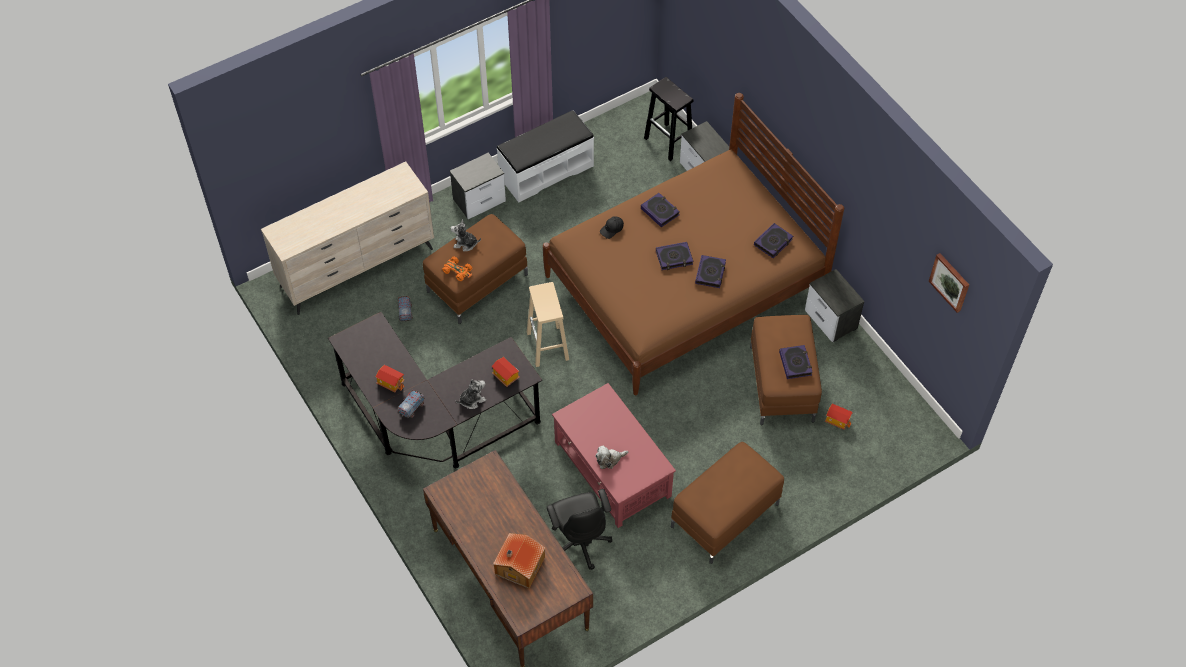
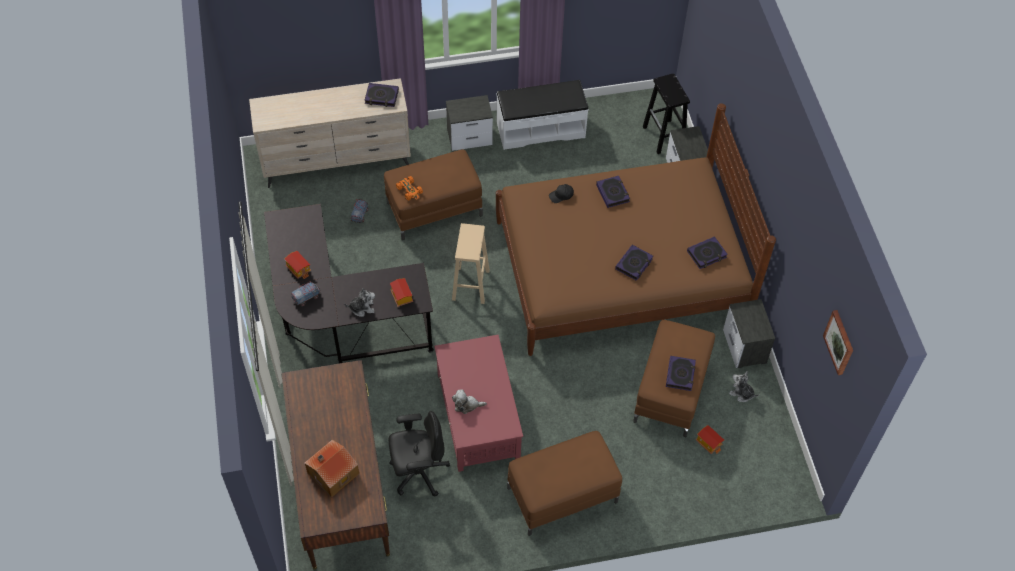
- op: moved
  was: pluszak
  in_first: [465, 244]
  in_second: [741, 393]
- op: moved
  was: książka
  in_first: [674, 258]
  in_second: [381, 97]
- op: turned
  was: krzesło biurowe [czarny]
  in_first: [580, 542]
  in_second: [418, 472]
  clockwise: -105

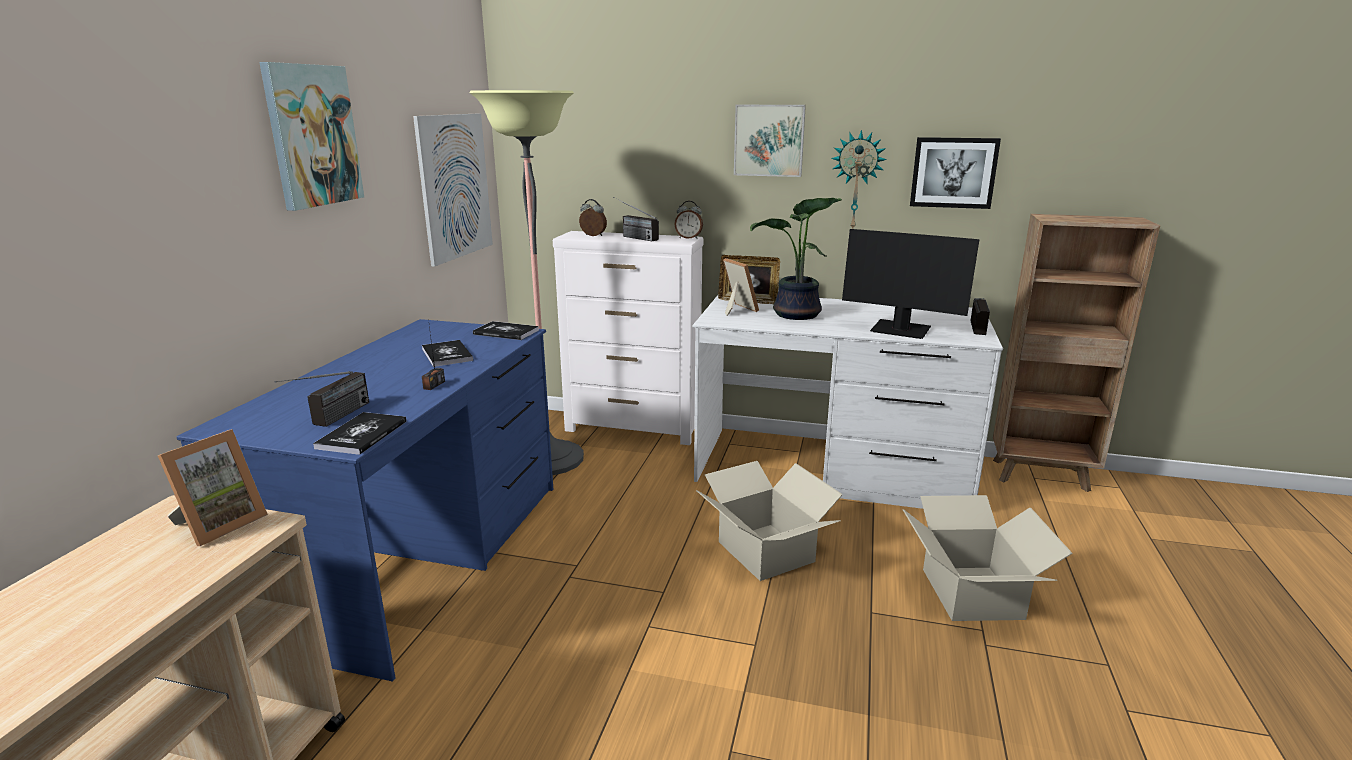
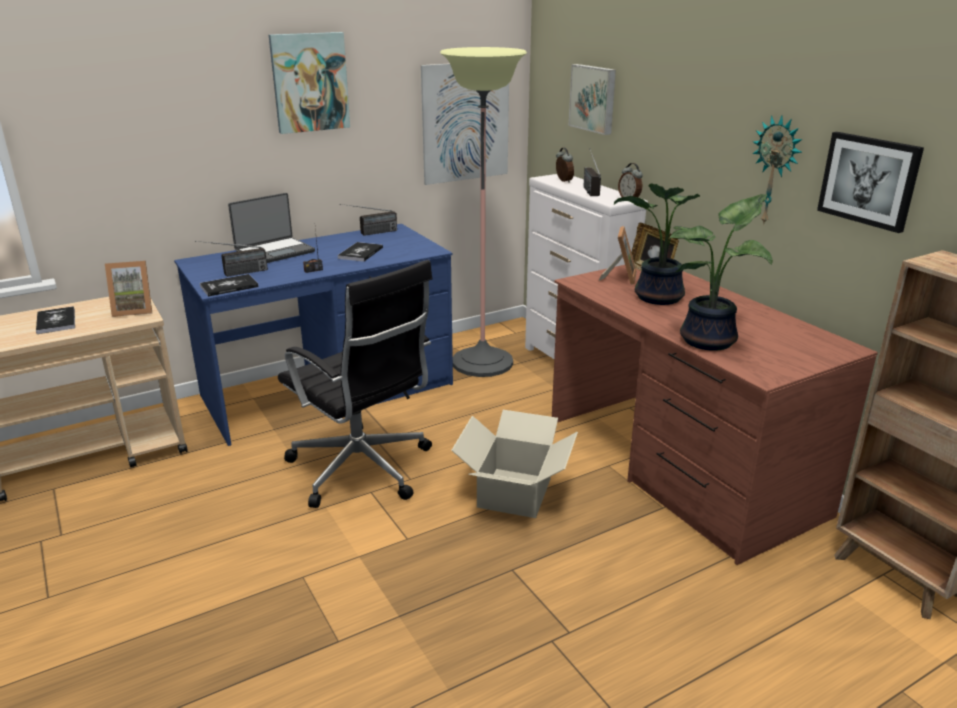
- op: moved
  was: obraz
  in_first: [769, 140]
  in_second: [594, 98]
- op: replaced
  was: monitor
  now: roślina doniczkowa
  in_first: [900, 330]
  in_second: [711, 341]
- op: recoloured
  was: biurko [biały]
  now: biurko [brązowy]
  in_first: [832, 469]
  in_second: [679, 466]
- op: moved
  was: radio
  in_first: [980, 331]
  in_second: [370, 233]
- op: moved
  was: książka
  in_first: [506, 332]
  in_second: [56, 321]
- op: removed
  was: karton
  in_first: [972, 593]
- op: added
  now: laptop
  in_second: [274, 252]
- op: added
  now: krzesło biurowe [czarny]
  in_second: [362, 470]

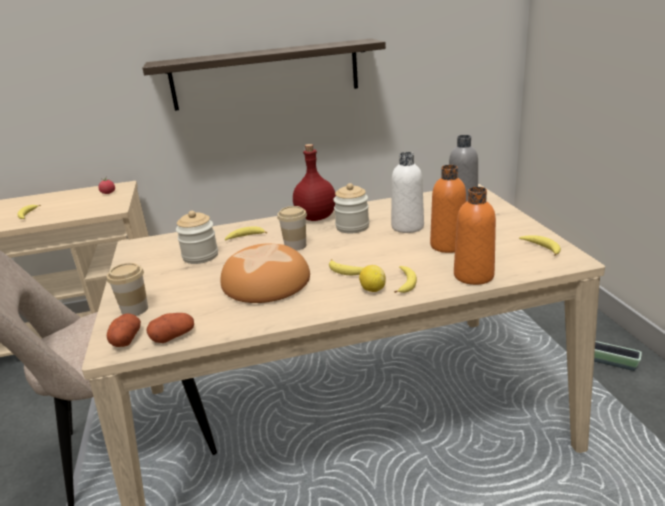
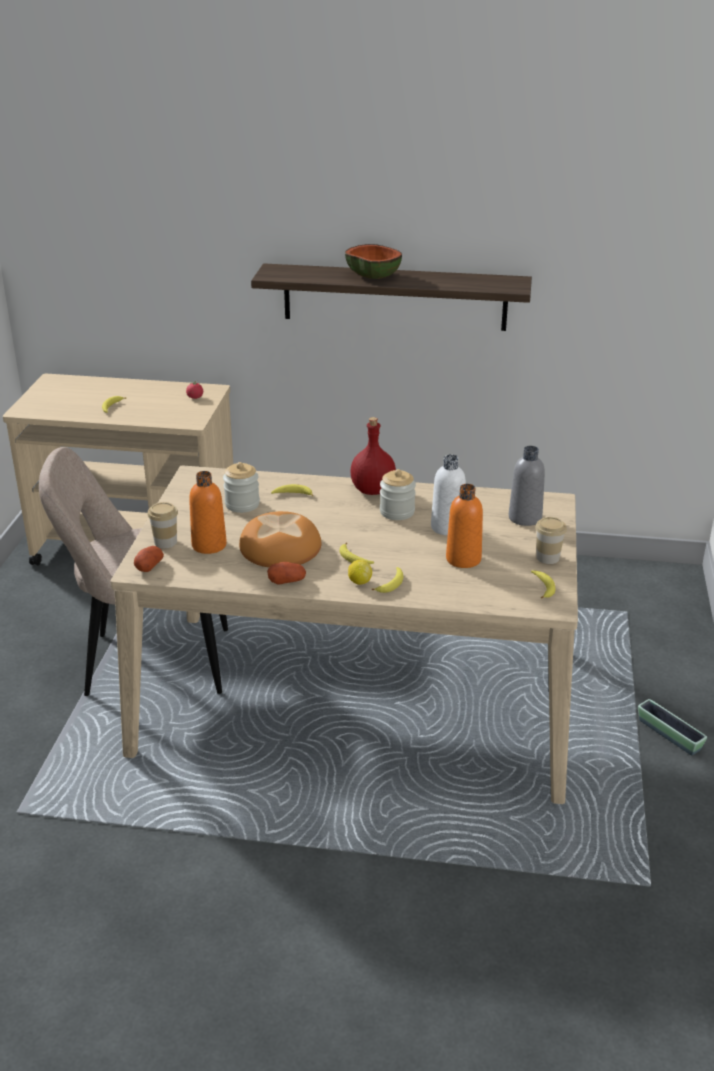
- op: moved
  was: butelka [pomarańczowy]
  in_first: [473, 275]
  in_second: [209, 545]
- op: moved
  was: filiżanka
  in_first: [295, 246]
  in_second: [547, 557]
- op: moved
  was: ziemniak
  in_first: [173, 336]
  in_second: [287, 581]
- op: added
  now: miska
  in_second: [372, 276]

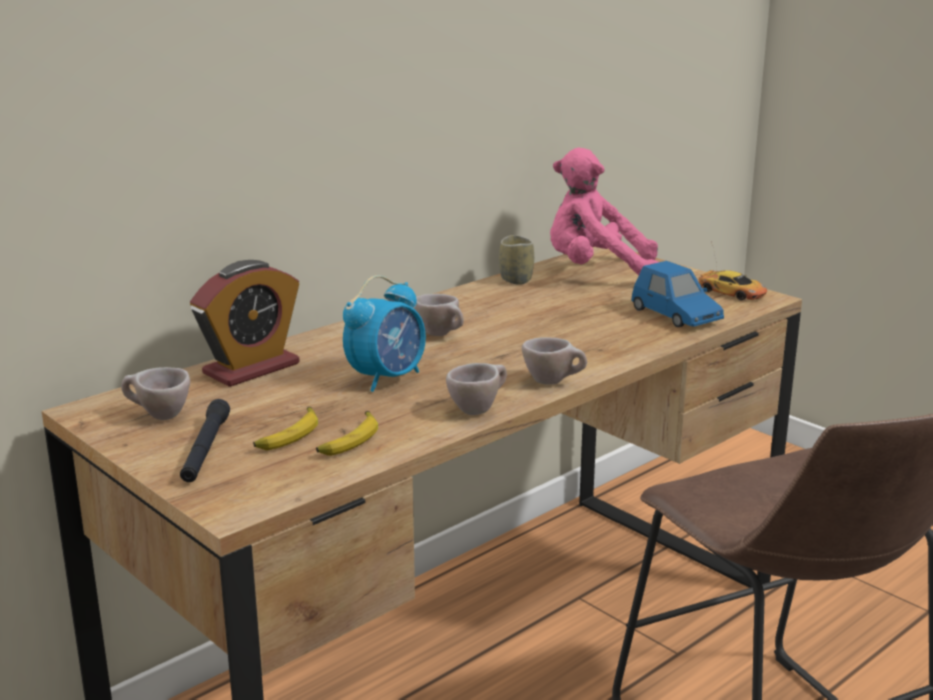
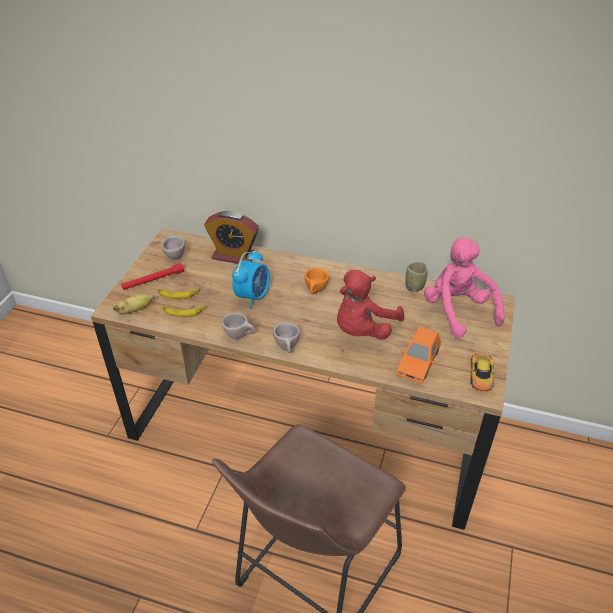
- op: recoloured
  was: samochodzik [niebieski]
  now: samochodzik [pomarańczowy]
  in_first: [675, 315]
  in_second: [418, 363]
- op: turned
  was: budzik
  in_first: [387, 378]
  in_second: [253, 296]
  clockwise: -75
- op: recoloured
  was: filiżanka [beżowy]
  now: filiżanka [pomarańczowy]
  in_first: [442, 335]
  in_second: [315, 292]
- op: recoloured
  was: latarka [czarny]
  now: latarka [czerwony]
  in_first: [205, 450]
  in_second: [153, 280]
- op: added
  now: pluszak [czerwony]
  in_second: [363, 329]
- op: added
  now: banan
  in_second: [135, 310]

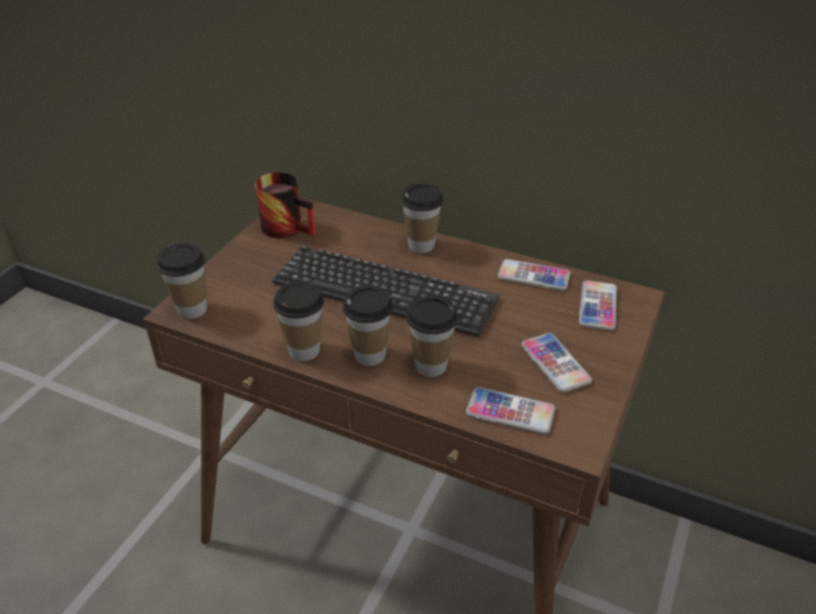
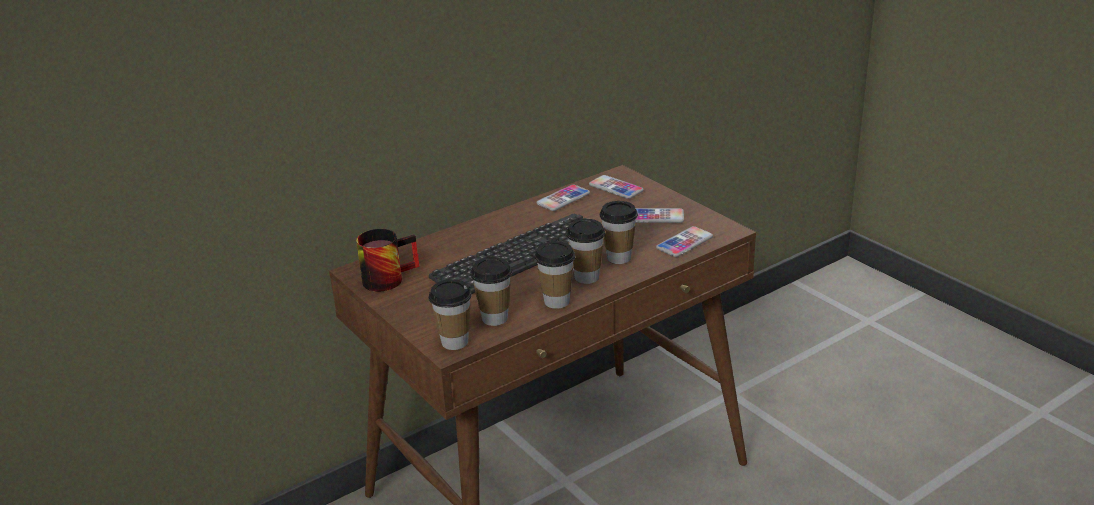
- op: moved
  was: filiżanka
  in_first: [421, 245]
  in_second: [494, 318]

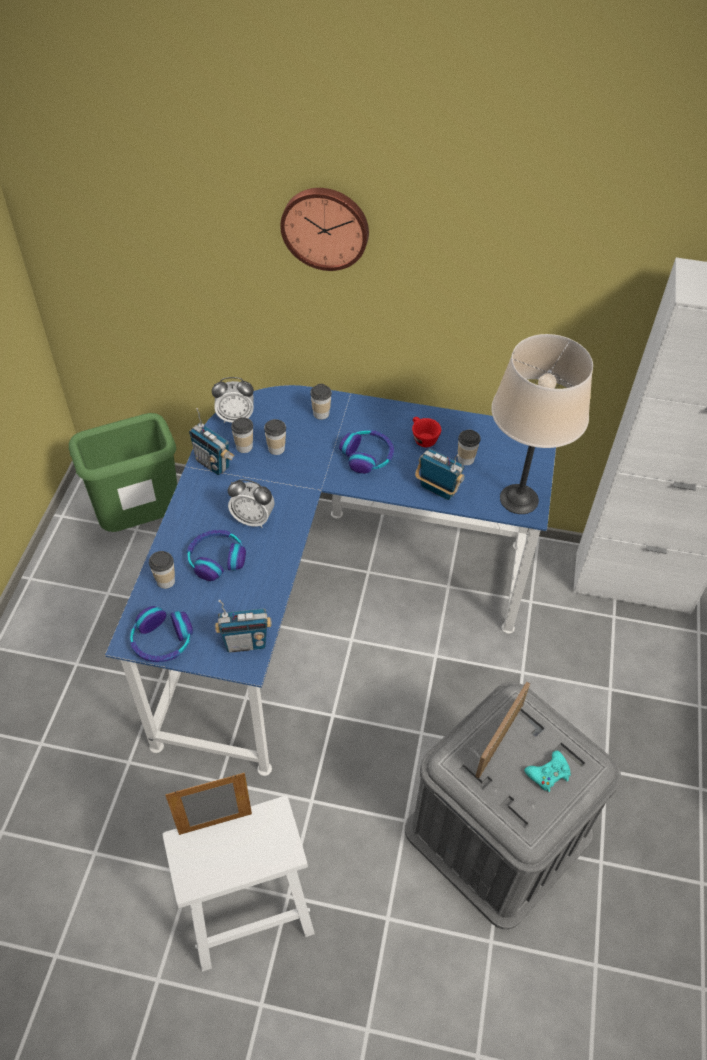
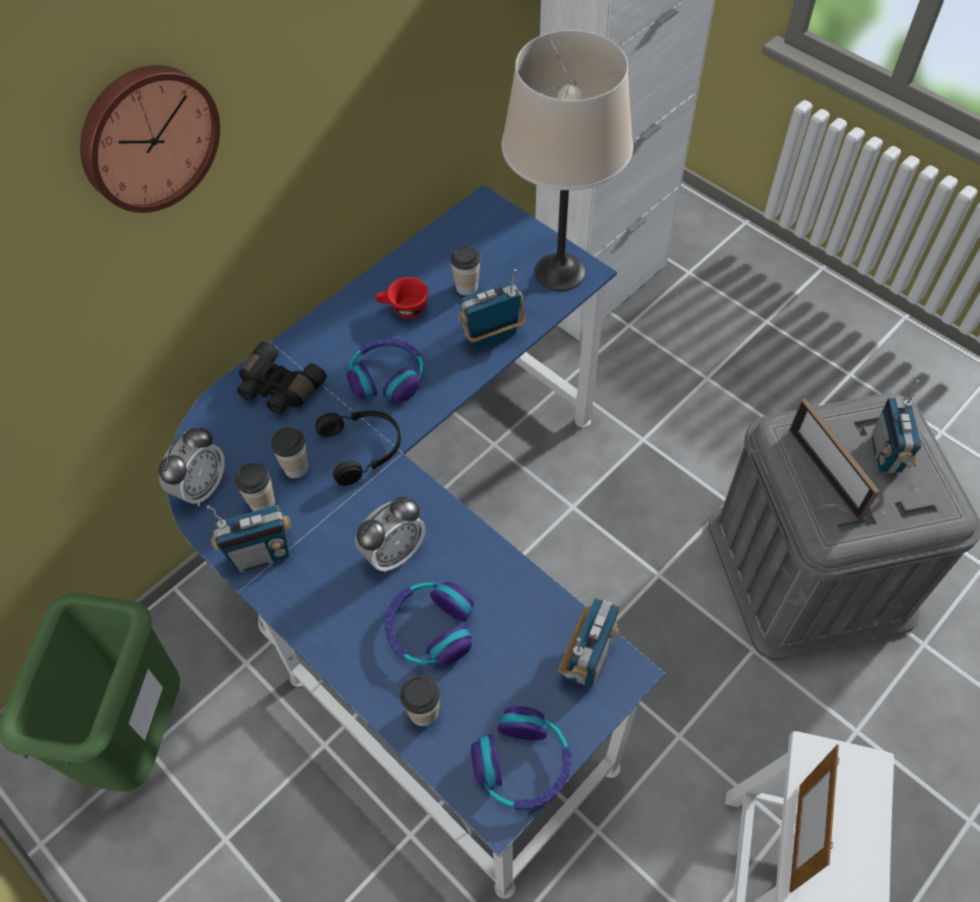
- op: replaced
  was: filiżanka
  now: lornetka [czarny]
  in_first: [321, 414]
  in_second: [278, 389]
- op: replaced
  was: pad do gier [turkusowy]
  now: radio
  in_first: [548, 774]
  in_second: [887, 454]
- op: added
  now: słuchawki [czarny]
  in_second: [363, 448]

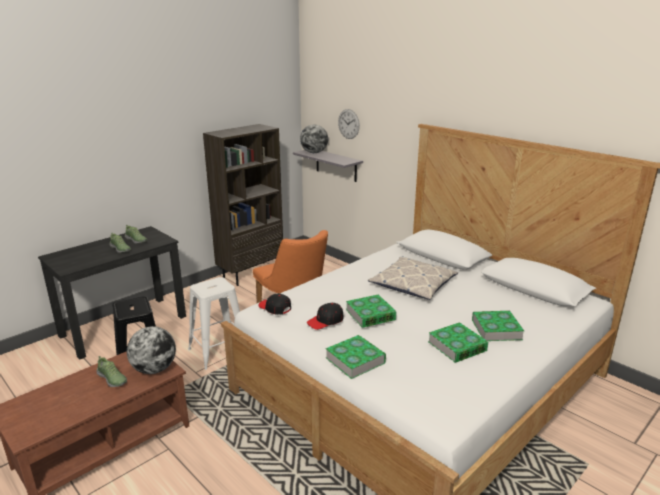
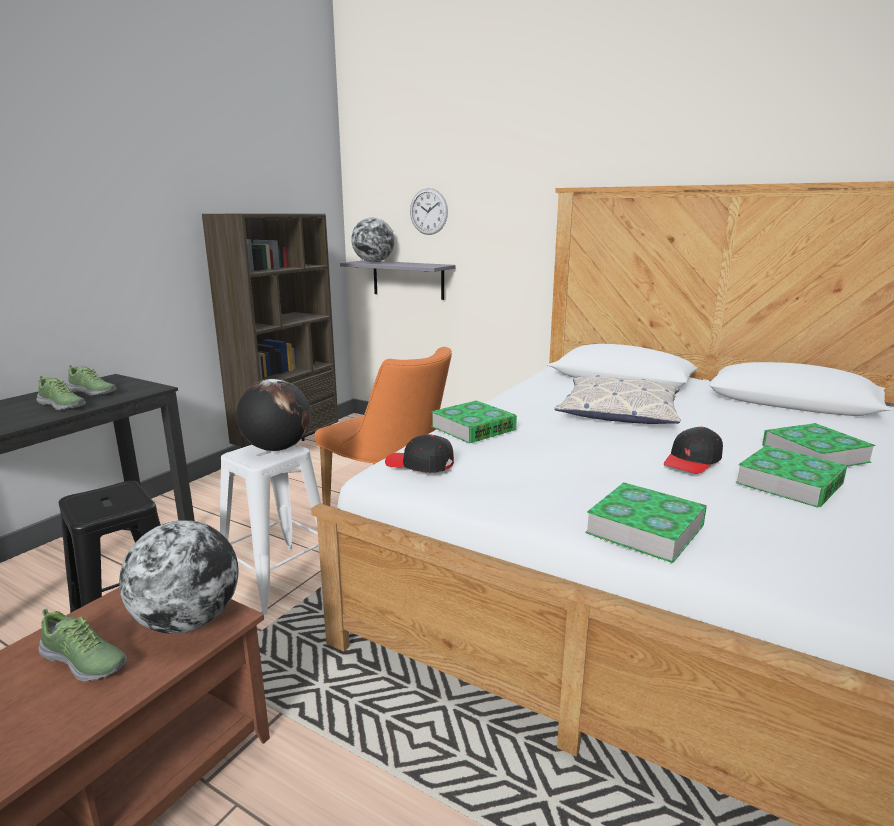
- op: moved
  was: książka
  in_first: [370, 315]
  in_second: [473, 428]
- op: moved
  was: czapka z daszkiem [czarny]
  in_first: [325, 321]
  in_second: [692, 461]
- op: added
  now: globus
  in_second: [276, 448]

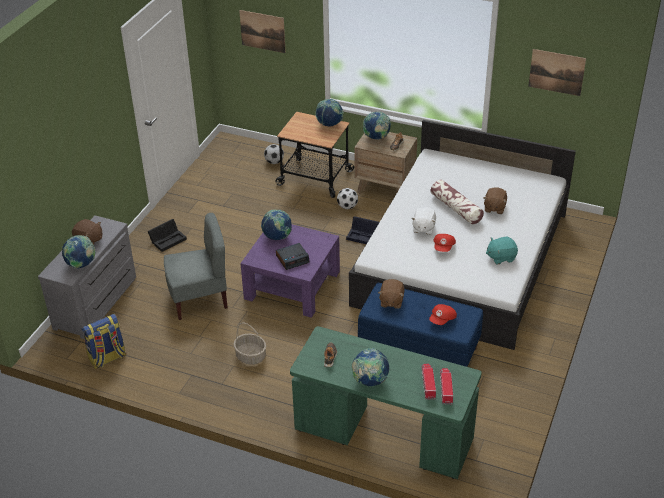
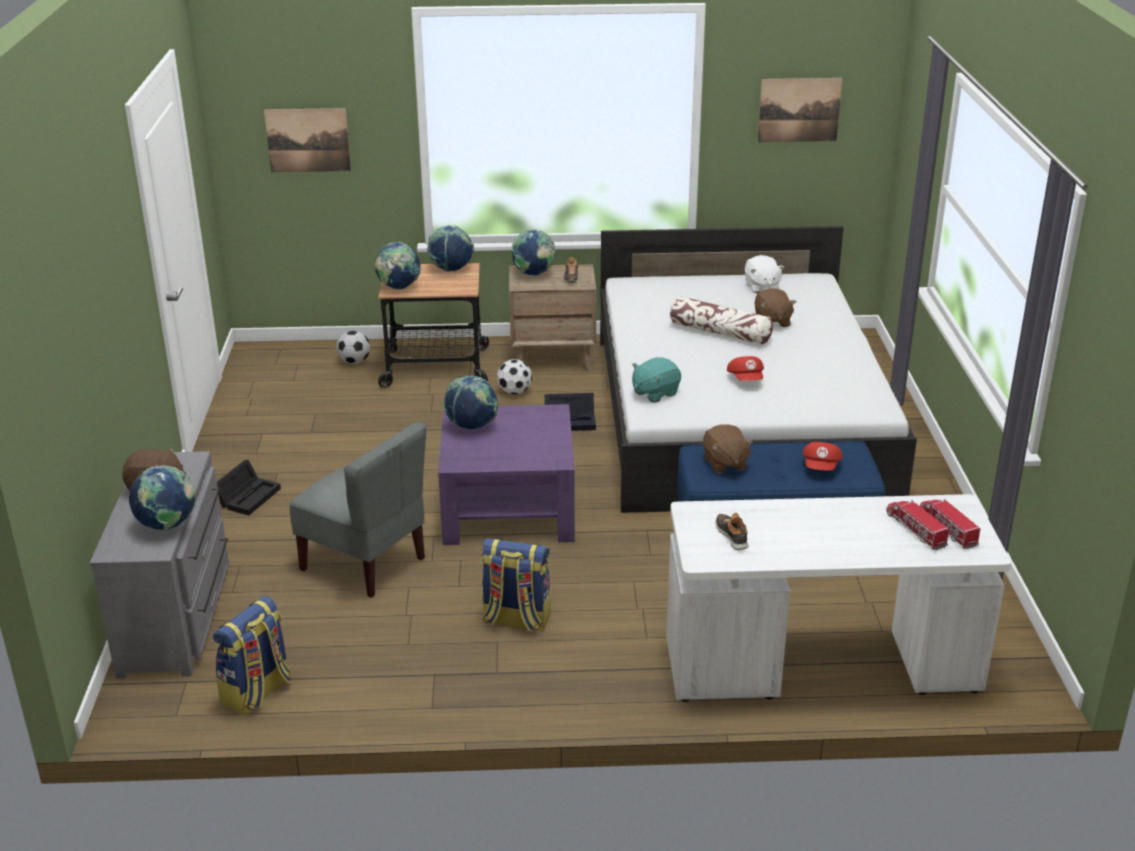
- op: moved
  was: pluszak [biały]
  in_first: [423, 228]
  in_second: [761, 287]
- op: turned
  was: krzesło [szary]
  in_first: [199, 299]
  in_second: [365, 563]
  clockwise: 75
- op: moved
  was: pluszak [turkusowy]
  in_first: [501, 257]
  in_second: [655, 393]
- op: removed
  was: budzik
  in_first: [292, 259]
- op: replaced
  was: koszyk
  now: plecak
  in_first: [250, 356]
  in_second: [516, 620]
- op: recoloured
  was: biurko [zielony]
  now: biurko [biały]
  in_first: [383, 435]
  in_second: [820, 667]
- op: moved
  was: globus
  in_first: [370, 381]
  in_second: [398, 288]

